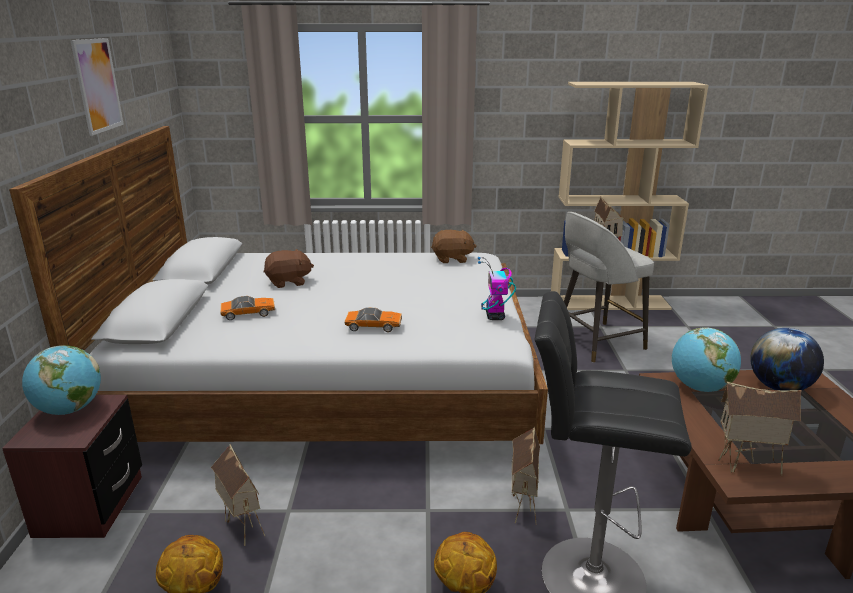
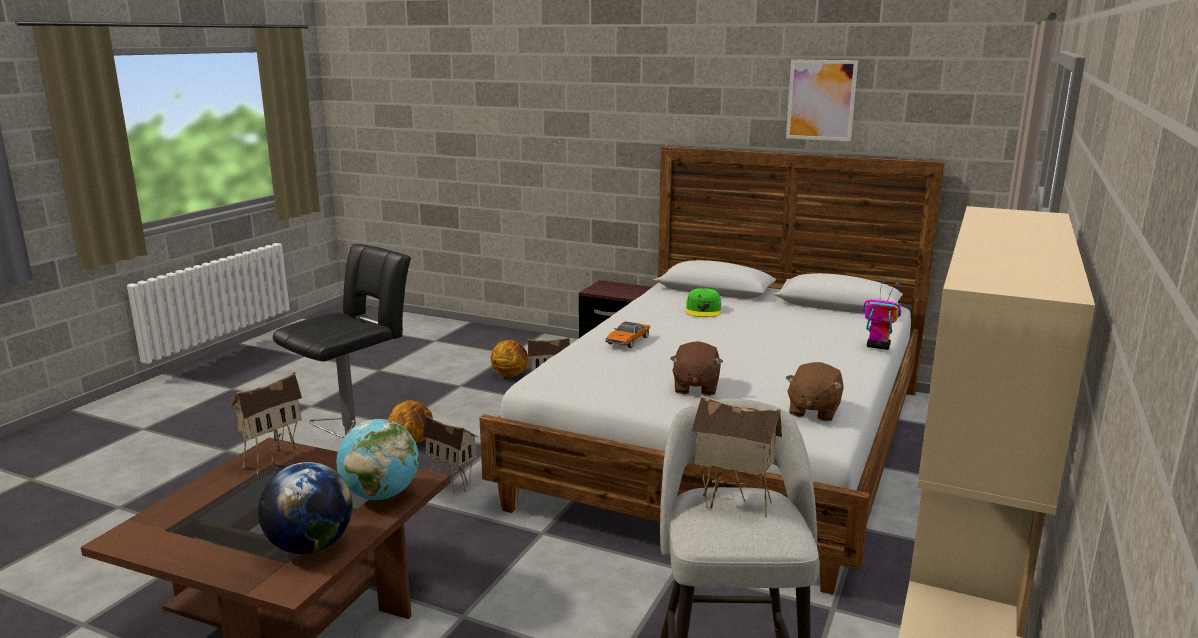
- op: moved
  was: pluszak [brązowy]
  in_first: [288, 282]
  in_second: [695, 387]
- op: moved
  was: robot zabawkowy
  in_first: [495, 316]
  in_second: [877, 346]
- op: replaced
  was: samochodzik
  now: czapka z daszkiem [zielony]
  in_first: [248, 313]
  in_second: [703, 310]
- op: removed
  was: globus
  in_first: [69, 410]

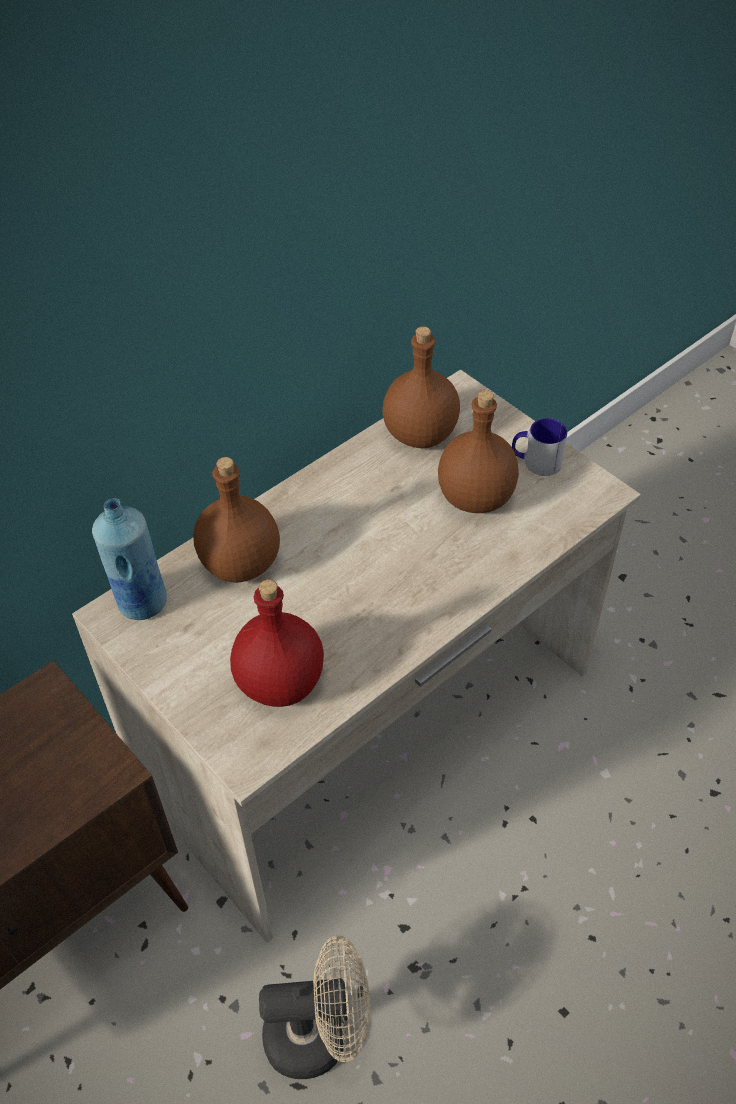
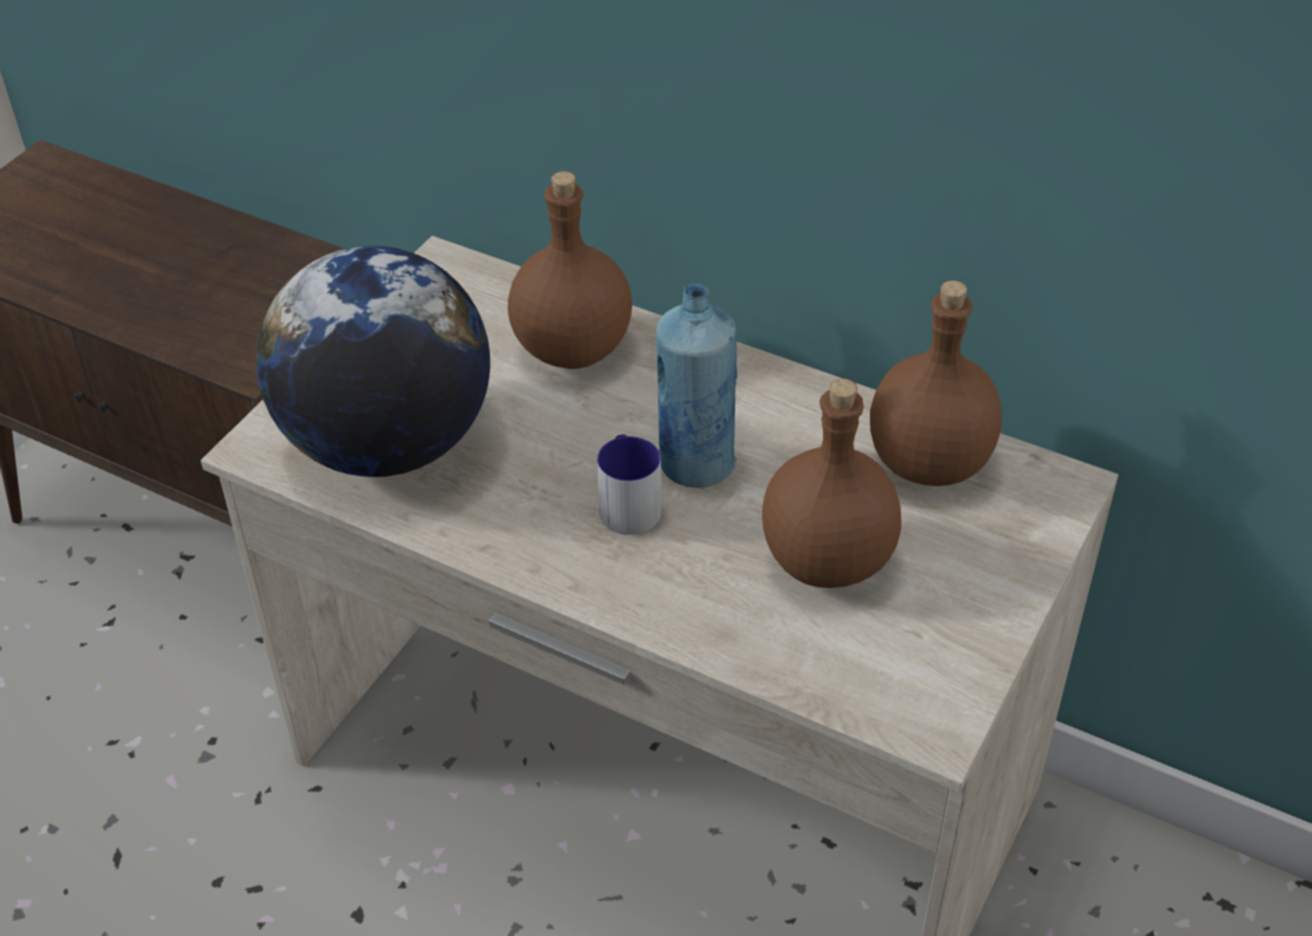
- op: moved
  was: kubek
  in_first: [535, 462]
  in_second: [628, 503]
- op: moved
  was: butelka [niebieski]
  in_first: [141, 602]
  in_second: [696, 464]
- op: replaced
  was: butelka [czerwony]
  now: globus
  in_first: [281, 683]
  in_second: [387, 444]
- op: removed
  was: wentylator [beżowy]
  in_first: [320, 1034]

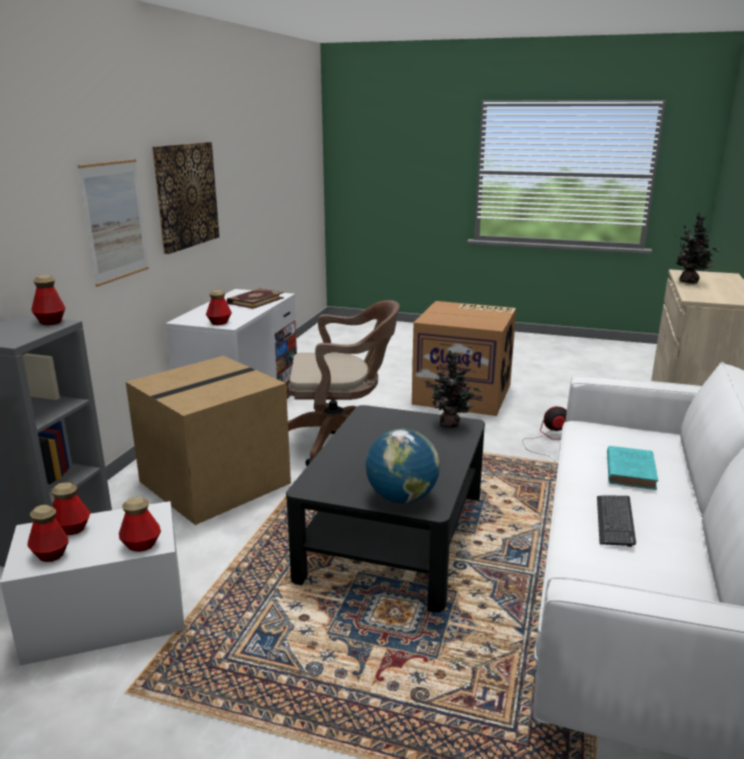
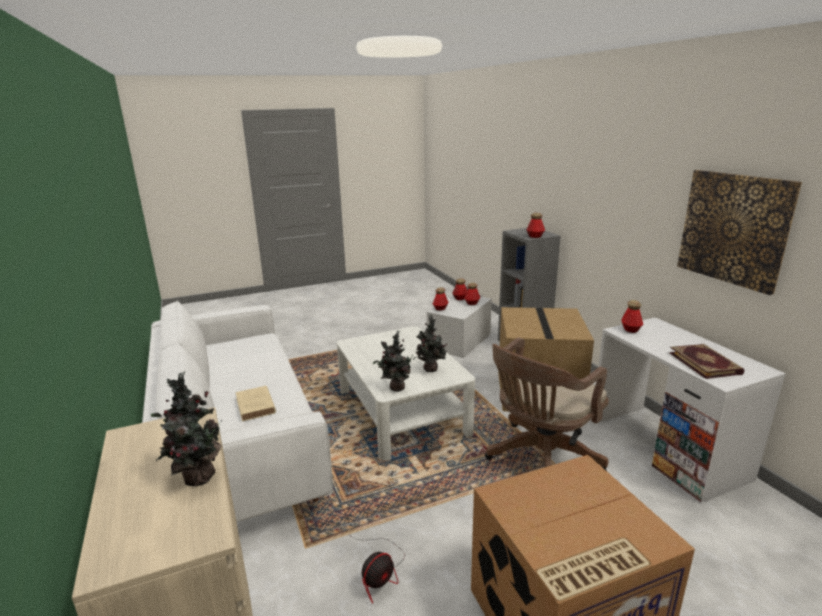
- op: removed
  was: obraz
  in_first: [115, 221]
- op: recoloured
  was: ława [czarny]
  now: ława [biały]
  in_first: [394, 535]
  in_second: [401, 411]
- op: removed
  was: globus
  in_first: [402, 497]
- op: recoloured
  was: książka [turkusowy]
  now: książka [beżowy]
  in_first: [630, 470]
  in_second: [256, 406]
- op: removed
  was: klawiatura
  in_first: [614, 521]
- op: added
  now: roślina doniczkowa
  in_second: [431, 370]

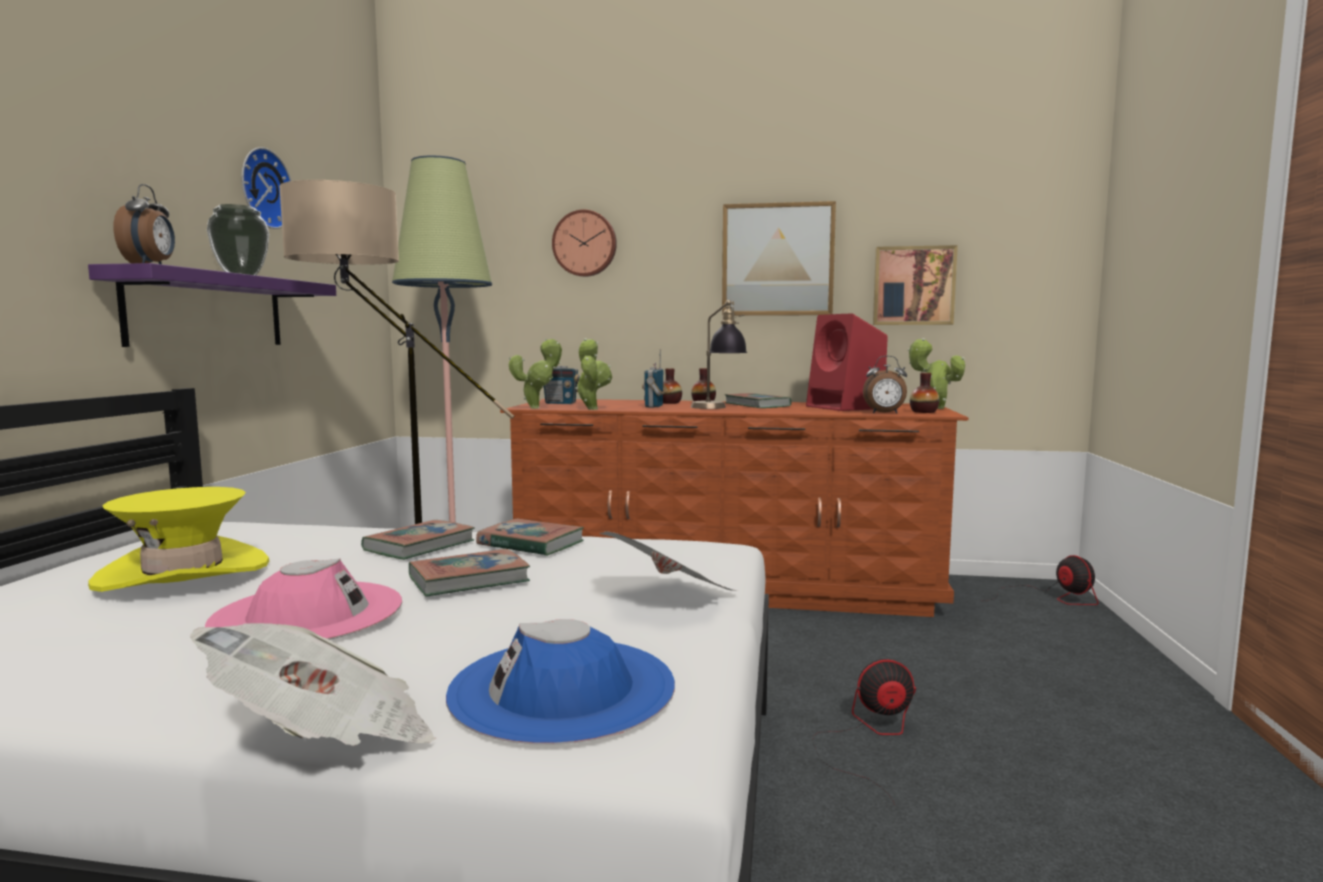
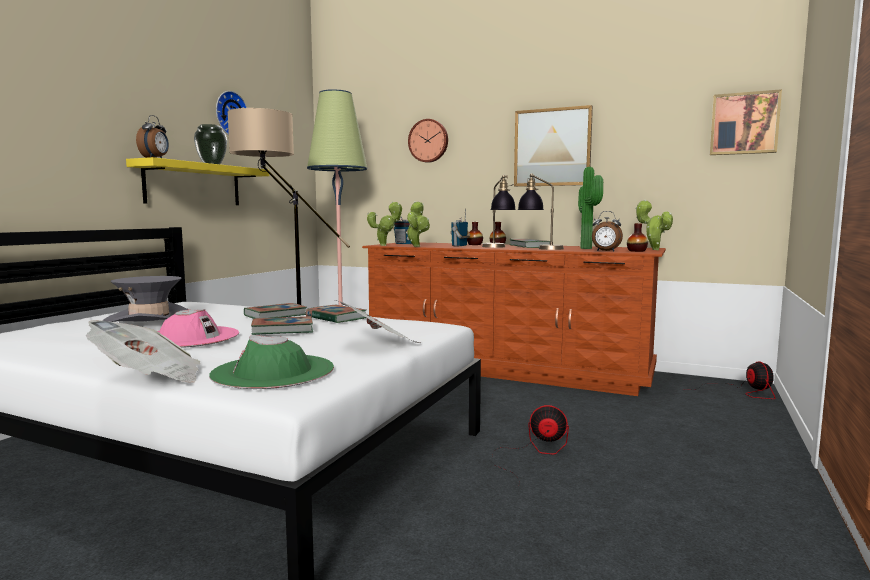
- op: moved
  was: obraz
  in_first: [913, 286]
  in_second: [744, 124]
- op: recoloured
  was: półka [fioletowy]
  now: półka [żółty]
  in_first: [208, 311]
  in_second: [194, 185]
- op: replaced
  was: głośnik [czerwony]
  now: roślina doniczkowa
  in_first: [846, 407]
  in_second: [588, 248]
- op: recoloured
  was: kapelusz [żółty]
  now: kapelusz [szary]
  in_first: [183, 572]
  in_second: [149, 318]
- op: recoloured
  was: kapelusz [niebieski]
  now: kapelusz [zielony]
  in_first: [563, 688]
  in_second: [273, 372]
- op: added
  now: lampa stołowa
  in_second: [540, 249]

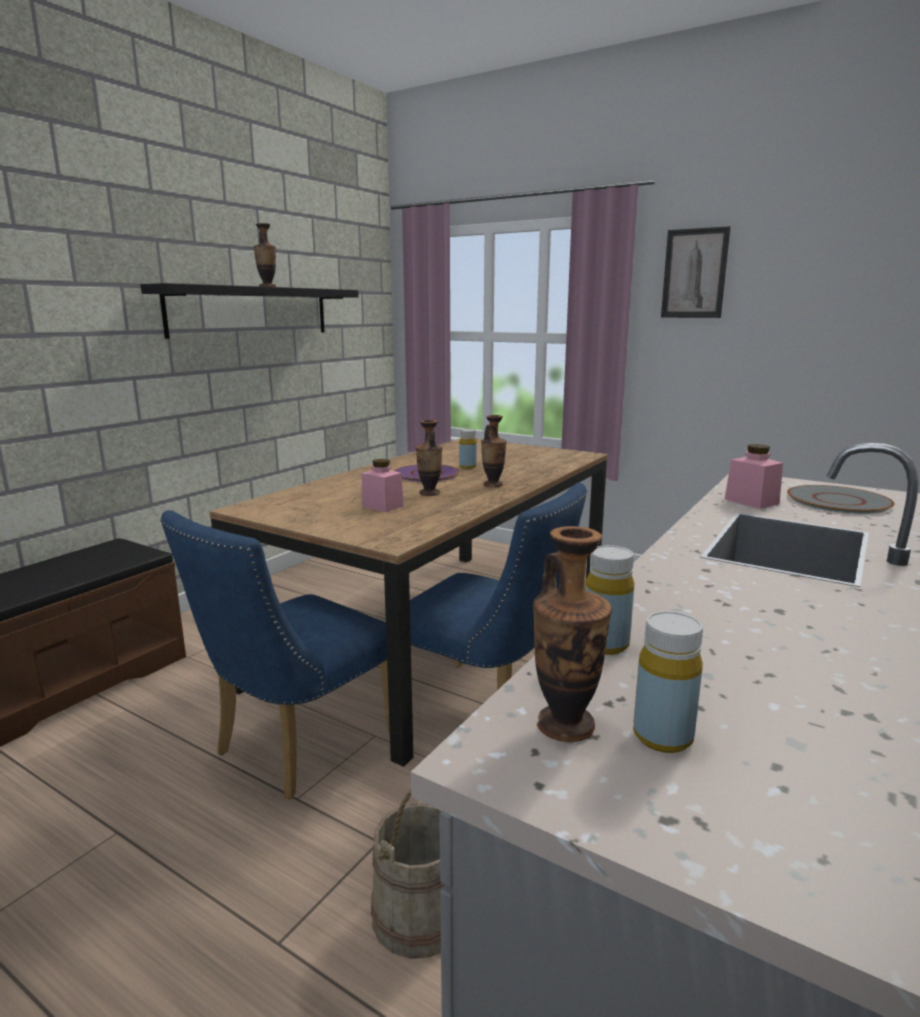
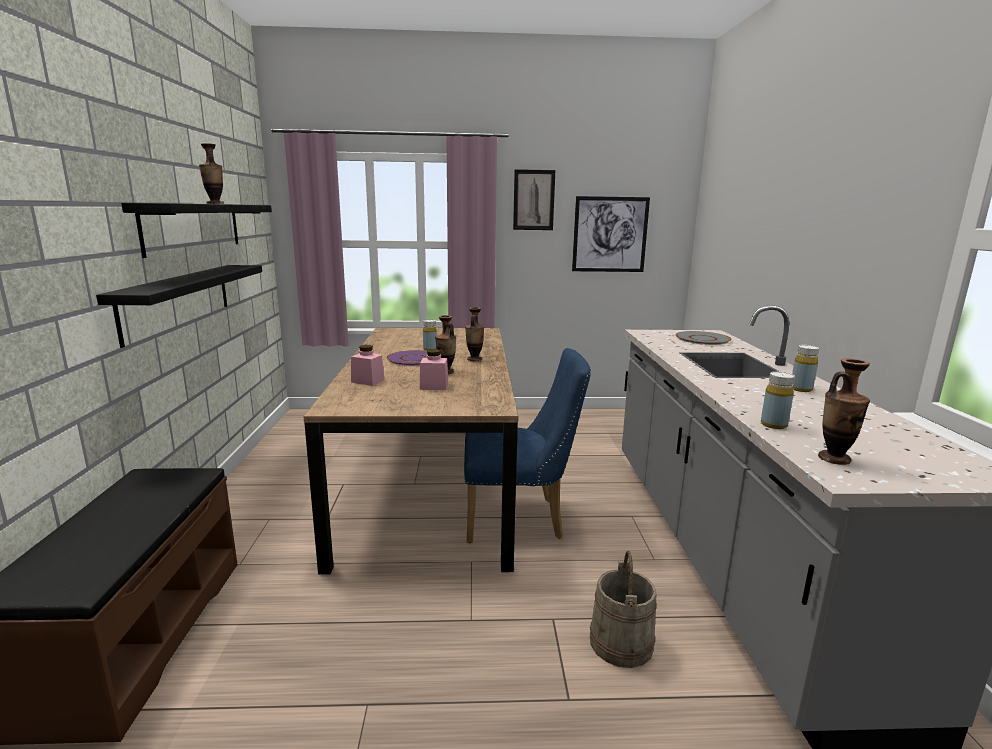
- op: moved
  was: słoik [różowy]
  in_first: [751, 501]
  in_second: [367, 381]
- op: removed
  was: krzesło [niebieski]
  in_first: [295, 748]
- op: moved
  was: butelka [żółty]
  in_first: [662, 737]
  in_second: [801, 389]
- op: added
  now: obraz
  in_second: [610, 234]
- op: added
  now: półka [czarny]
  in_second: [178, 300]

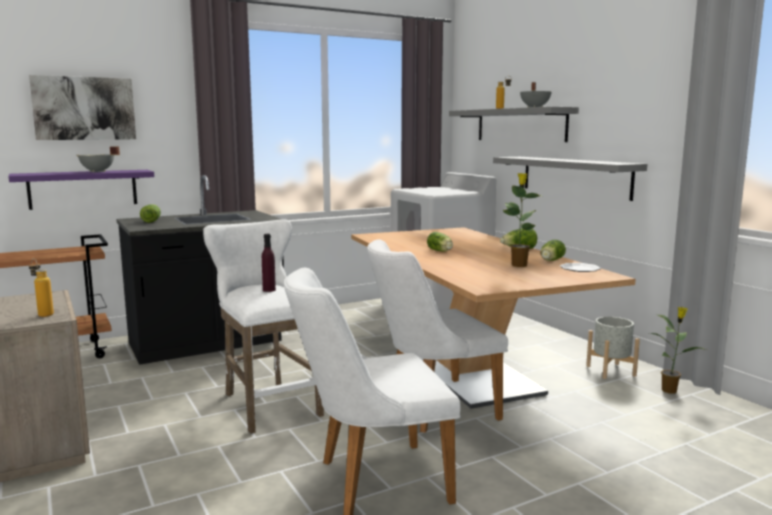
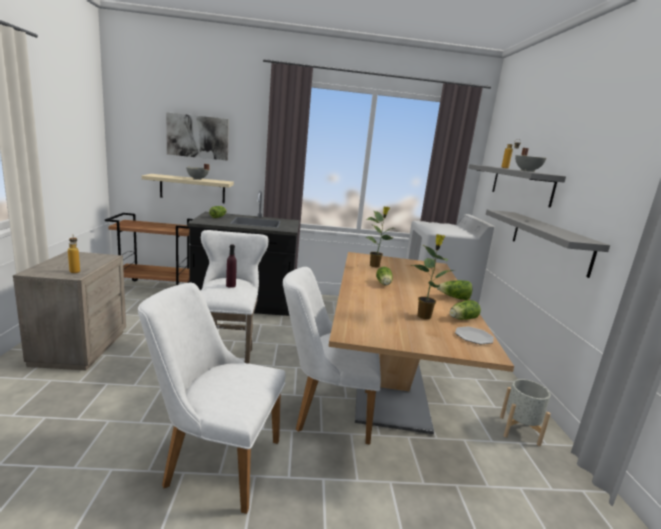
- op: recoloured
  was: półka [fioletowy]
  now: półka [beżowy]
  in_first: [83, 189]
  in_second: [192, 189]
- op: moved
  was: roślina doniczkowa
  in_first: [670, 390]
  in_second: [375, 266]

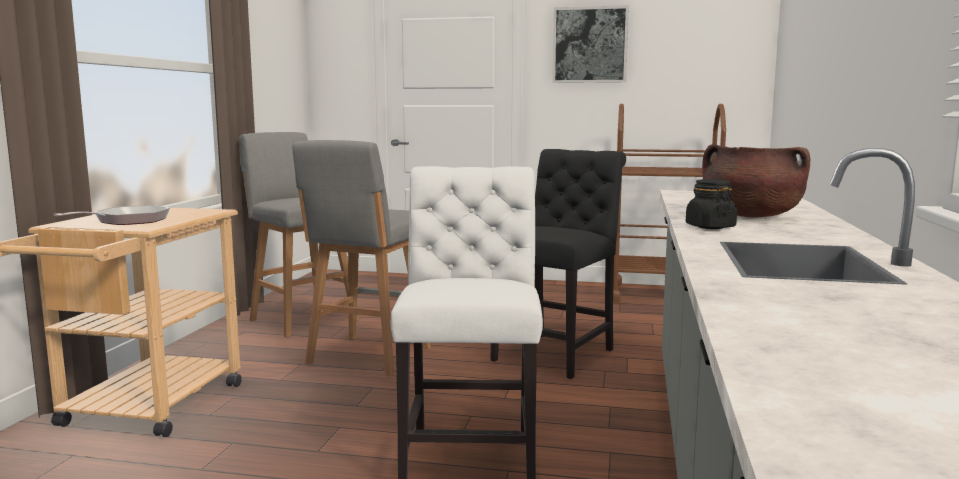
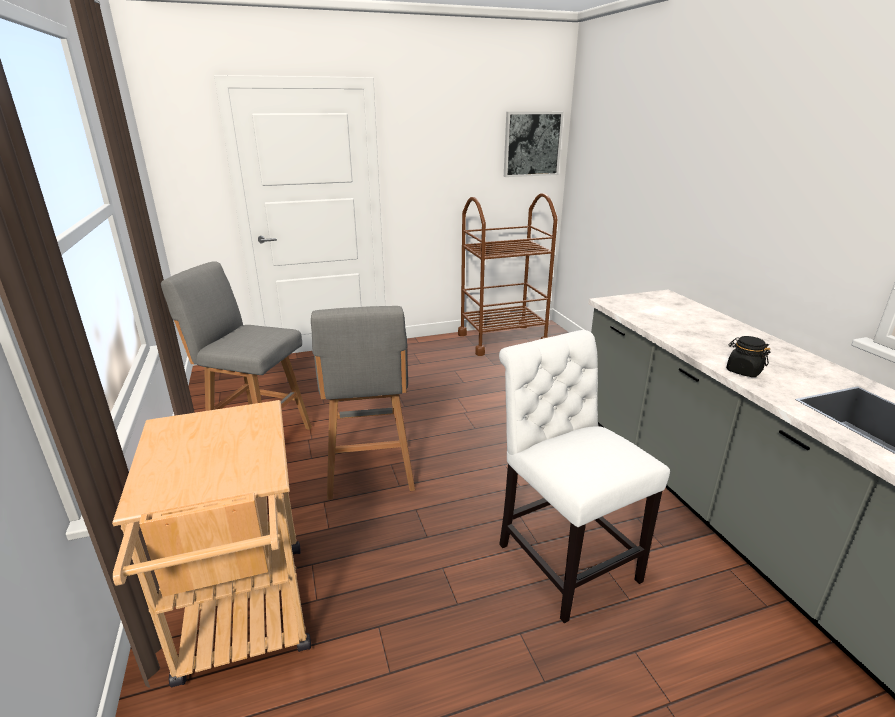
- op: moved
  was: obraz
  in_first: [590, 45]
  in_second: [532, 144]
- op: removed
  was: garnek [brązowy]
  in_first: [750, 216]
- op: removed
  was: krzesło [czarny]
  in_first: [557, 354]
- op: removed
  was: patelnia
  in_first: [127, 221]

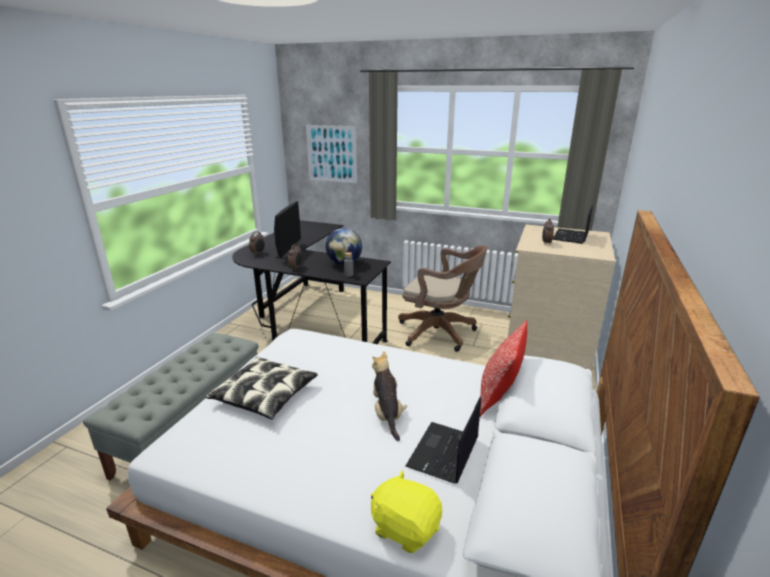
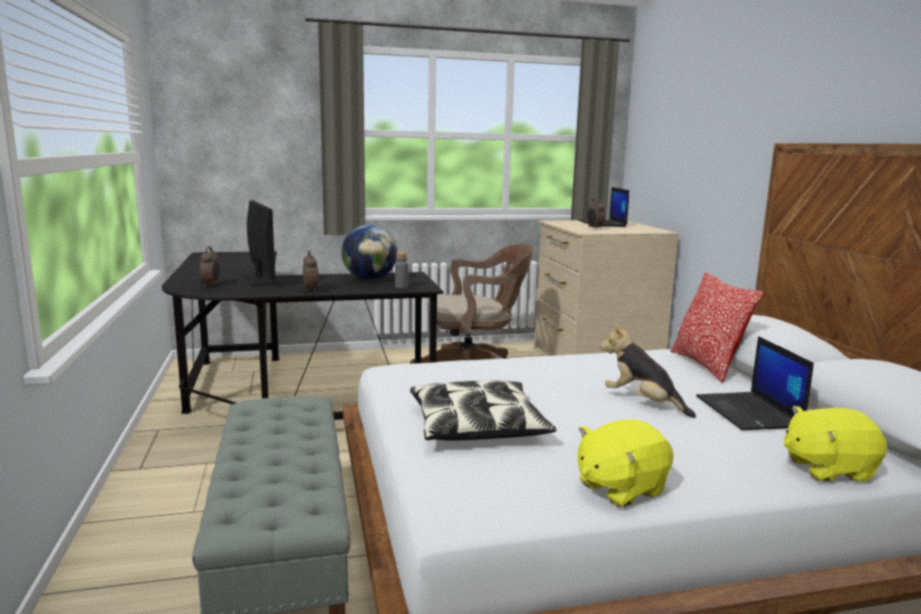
- op: removed
  was: obraz
  in_first: [331, 154]
- op: added
  now: pluszak [żółty]
  in_second: [620, 488]

